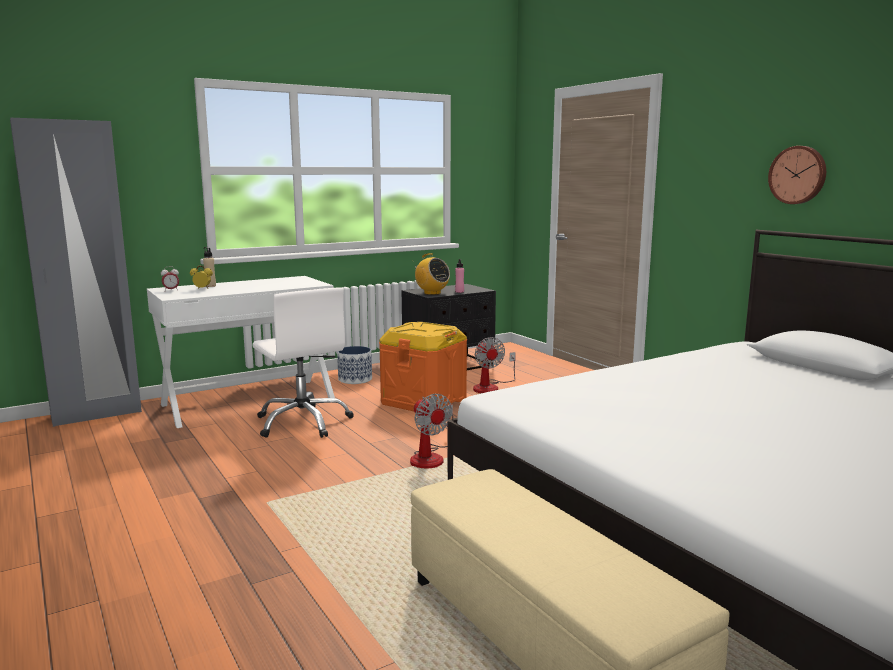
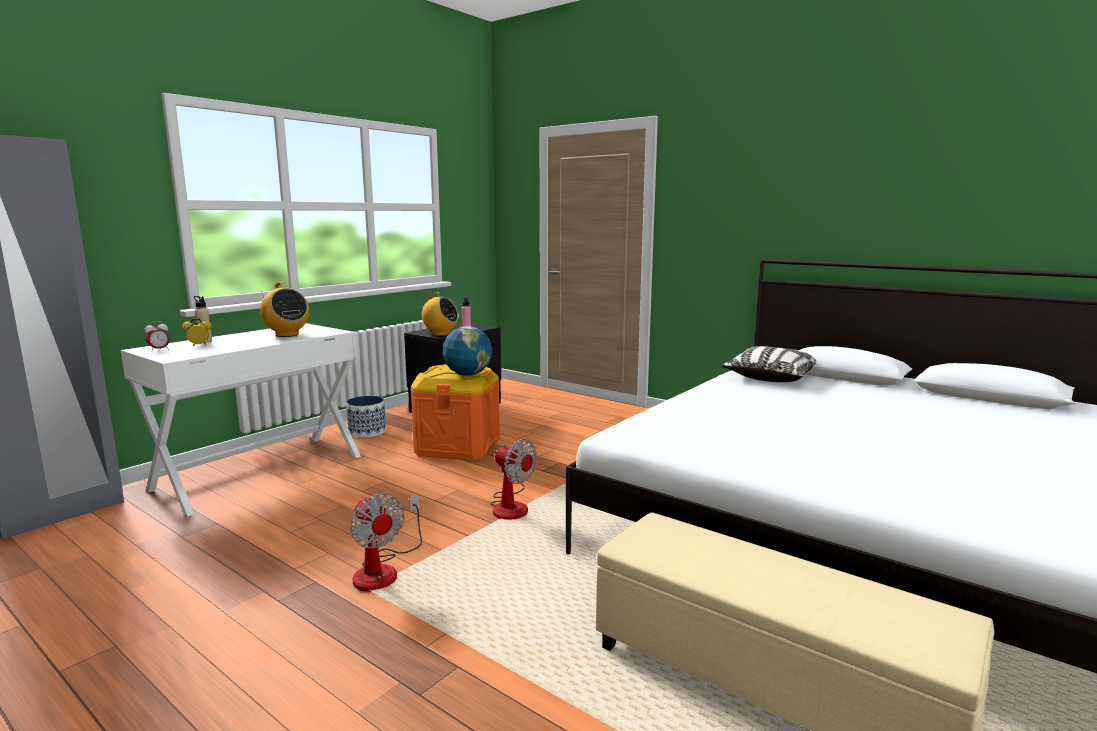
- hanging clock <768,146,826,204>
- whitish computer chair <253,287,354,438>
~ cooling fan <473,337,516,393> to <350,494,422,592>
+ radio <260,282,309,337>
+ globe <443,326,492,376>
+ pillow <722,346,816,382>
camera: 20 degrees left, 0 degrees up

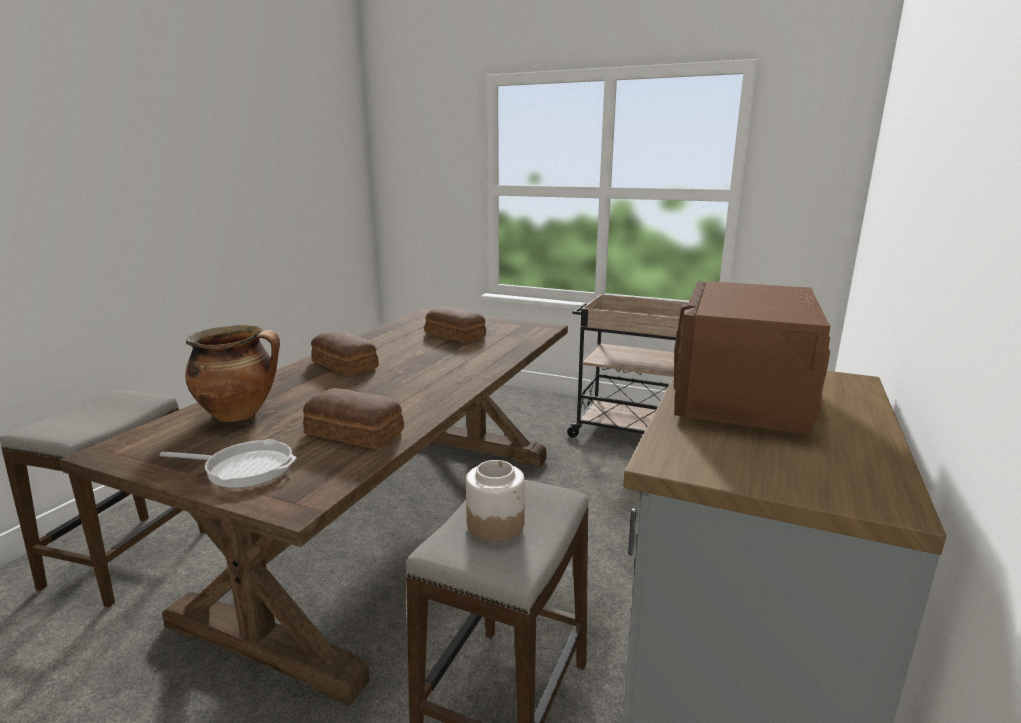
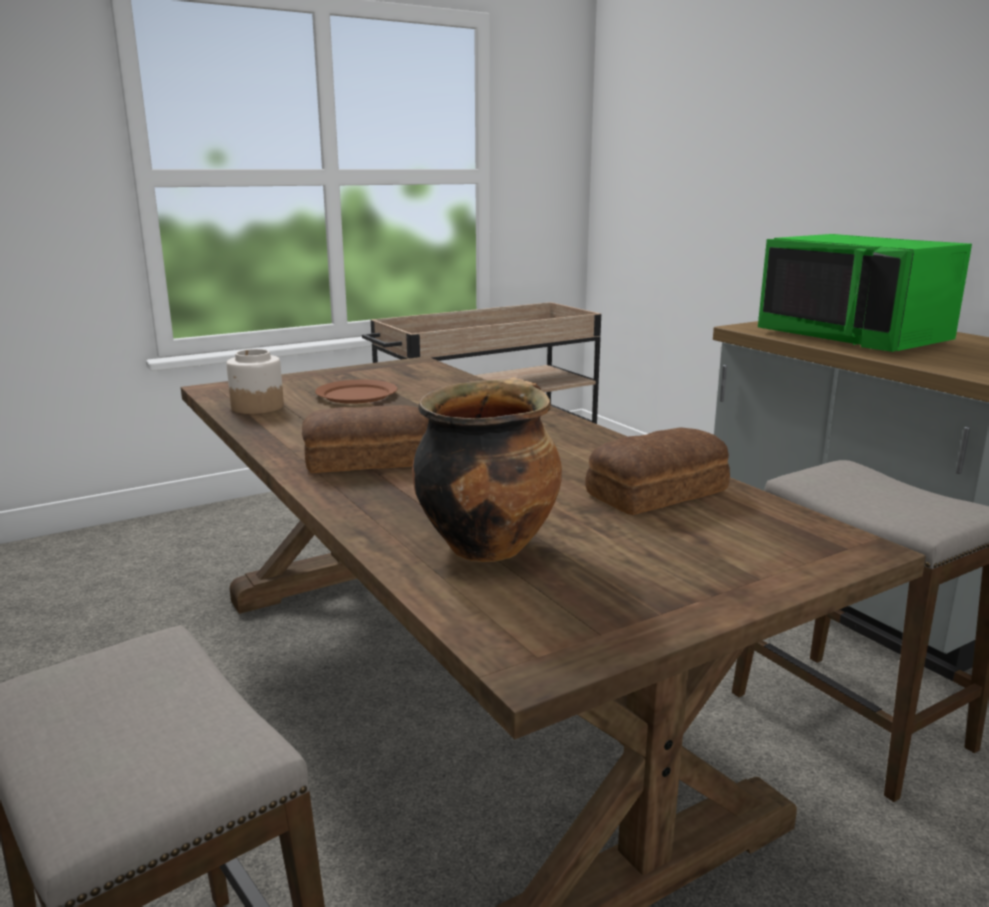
~ brownish microwave <674,281,830,435> to greenish microwave <758,234,972,352>
~ baked bread <425,307,486,343> to brownish dinner plate <315,380,398,404>
- skillet <160,439,297,488>
~ storage jar <466,460,525,541> to <227,349,284,414>
camera: 55 degrees left, 0 degrees up

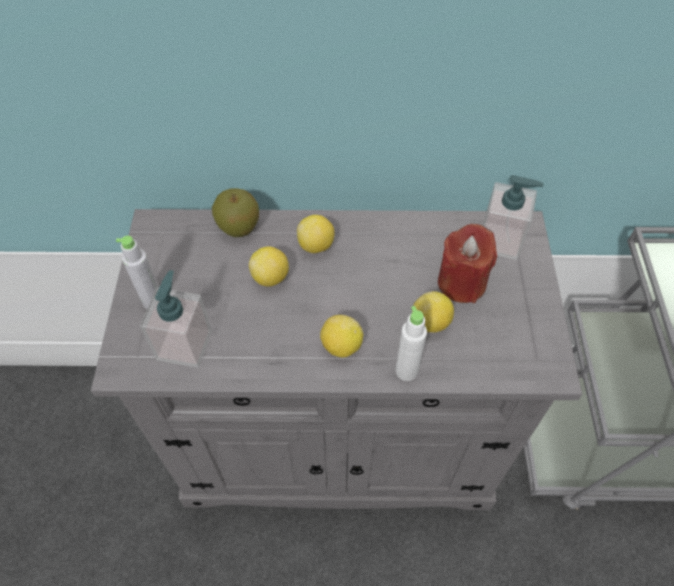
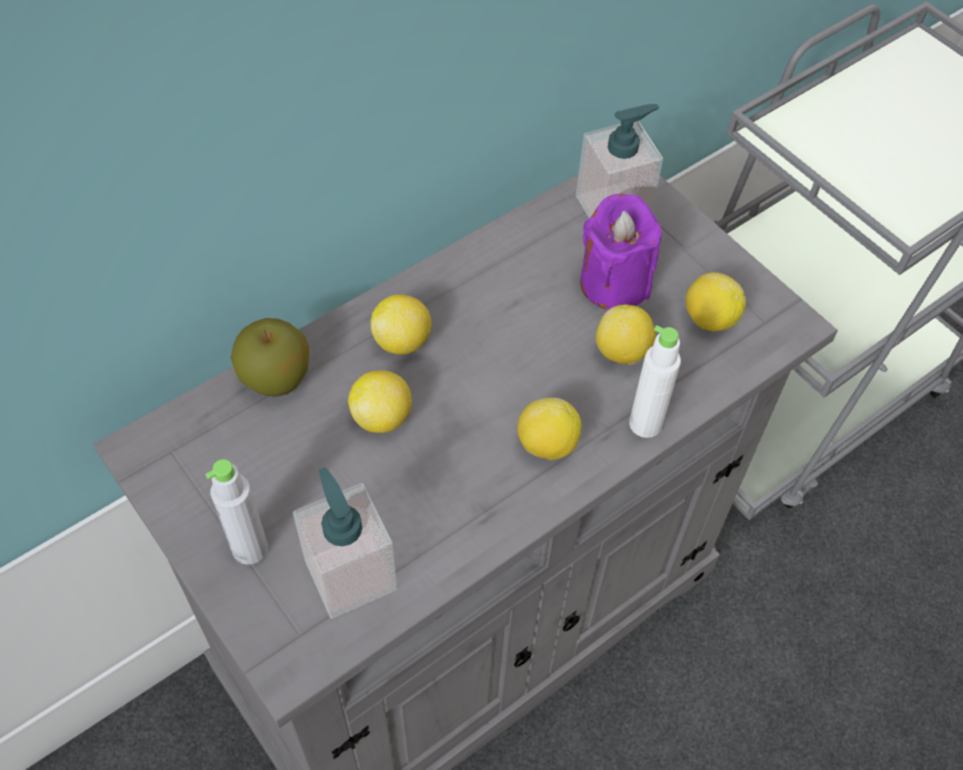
~ red candle <438,224,497,303> to purple candle <580,193,661,310>
+ citrus fruit <686,272,746,331>
camera: 40 degrees left, 0 degrees up

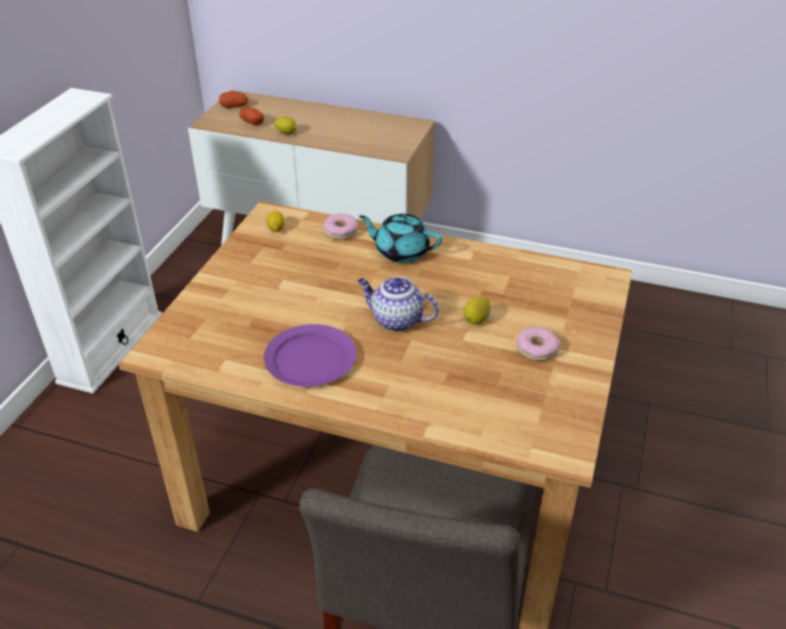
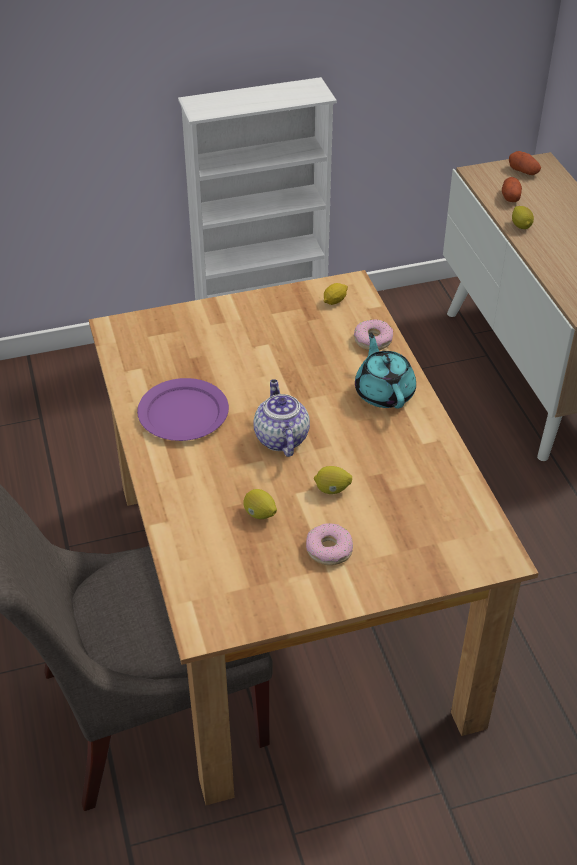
+ citrus fruit <243,489,277,519>
camera: 55 degrees right, 5 degrees up

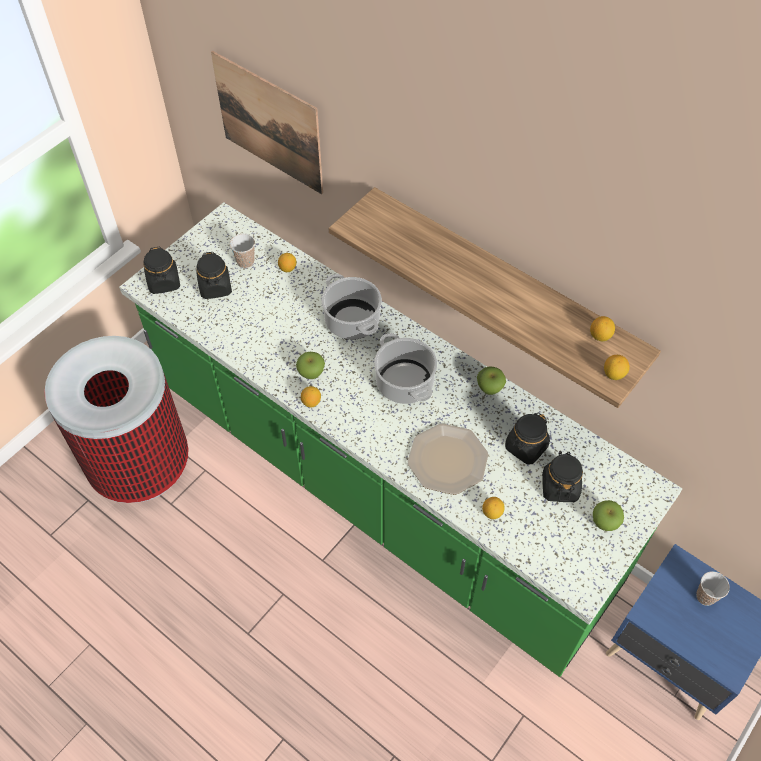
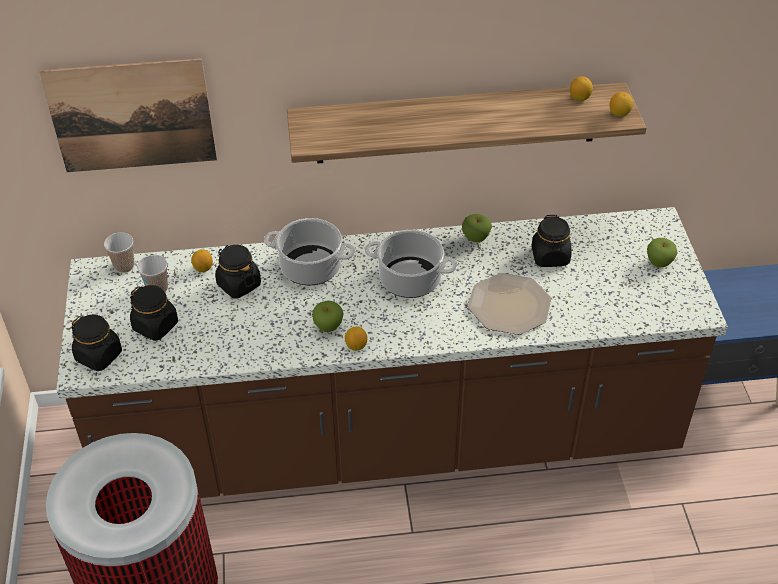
~ greenish counter <119,202,682,677> to brownish counter <56,207,728,498>
~ blackish storage jar <542,451,583,502> to <215,245,261,298>
- citrus fruit <482,497,505,519>
~ drinking cup <696,571,730,606> to <104,232,134,273>
camera: 45 degrees left, 10 degrees down

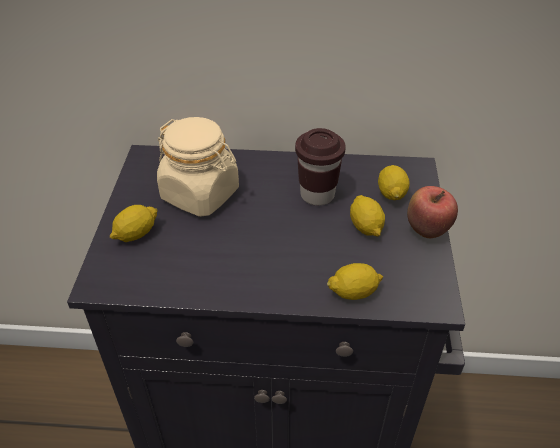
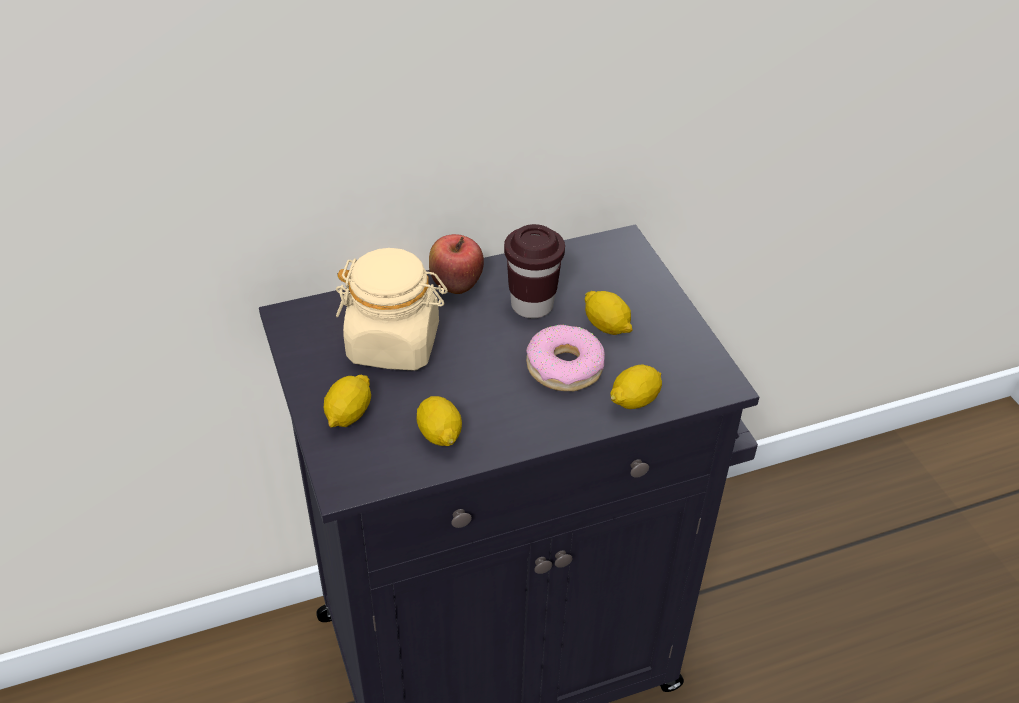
~ citrus fruit <378,165,410,200> to <416,396,462,446>
~ whole apple <407,186,458,238> to <429,234,484,294>
+ donut <526,325,605,391>
camera: 25 degrees left, 0 degrees up

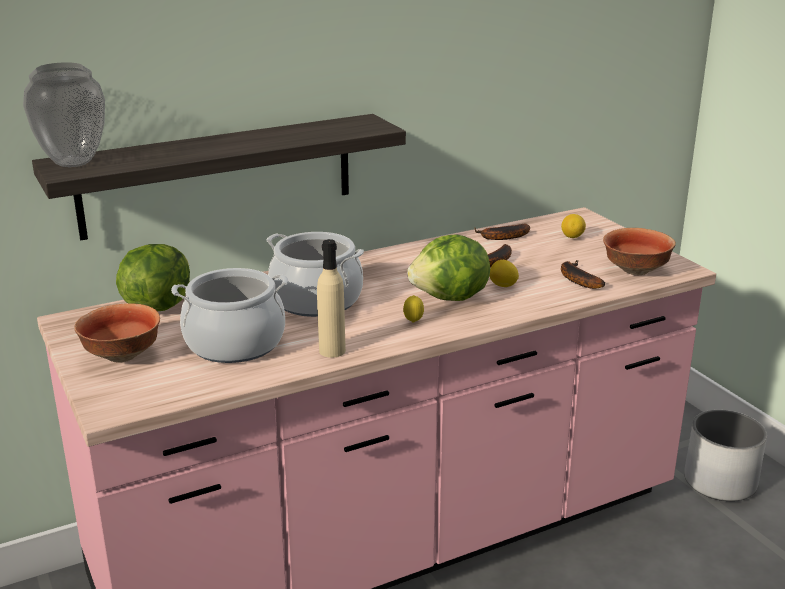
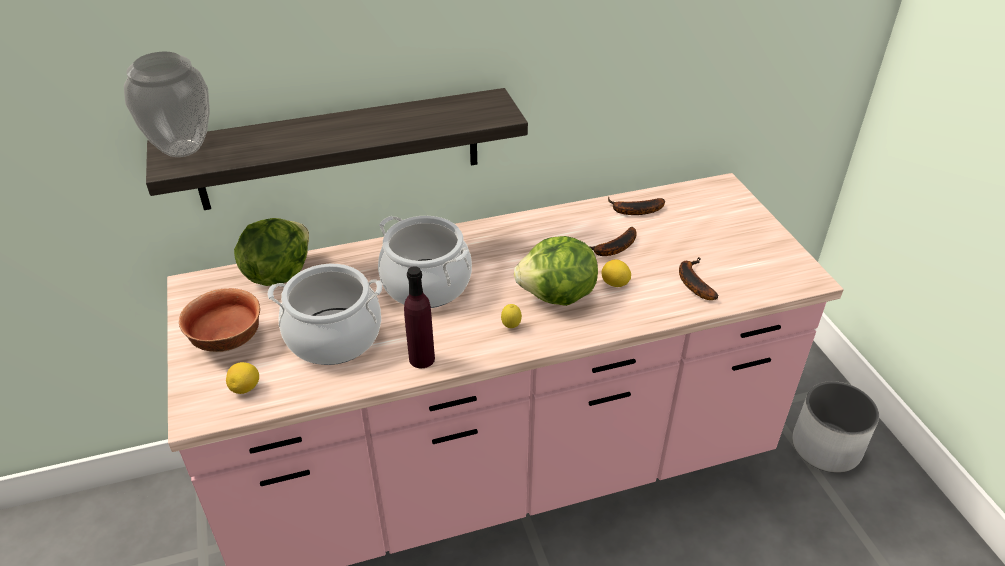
~ citrus fruit <561,214,586,238> to <226,362,259,394>
- bowl <603,228,676,275>
~ sand-coloured drink bottle <317,239,346,358> to purple drink bottle <404,266,435,368>
camera: 10 degrees right, 15 degrees up

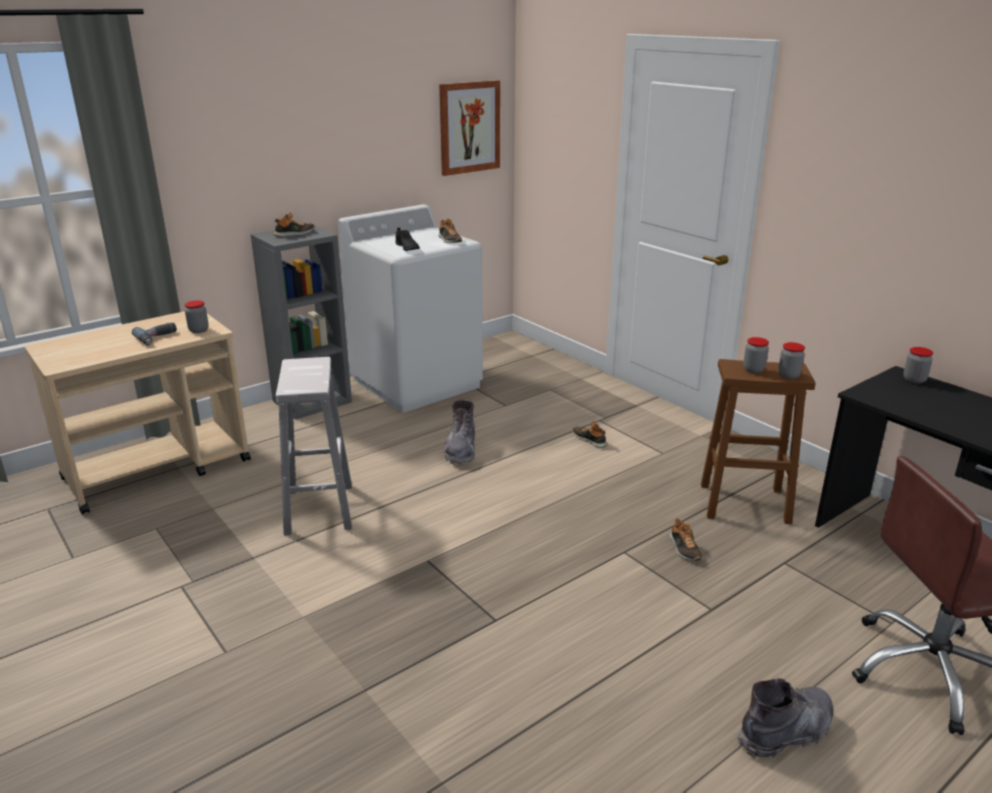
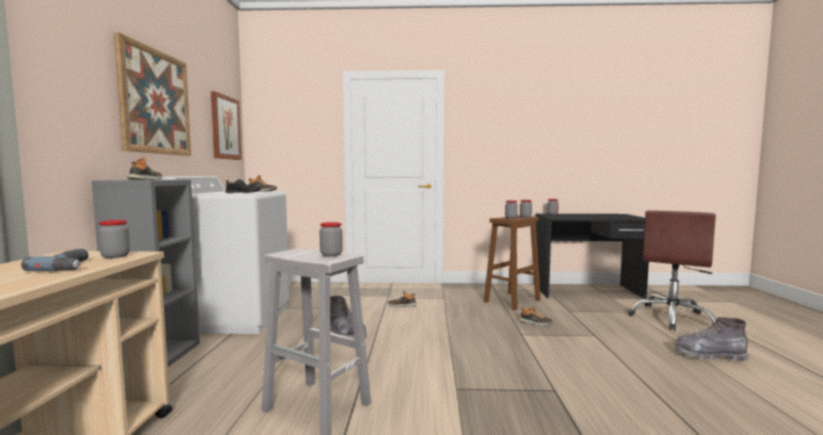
~ greyish tall boot <737,678,834,759> = <674,317,749,362> 90 degrees counterclockwise
+ wall picture <114,32,191,156>
+ storage jar <320,222,343,256>
camera: 50 degrees left, 20 degrees down

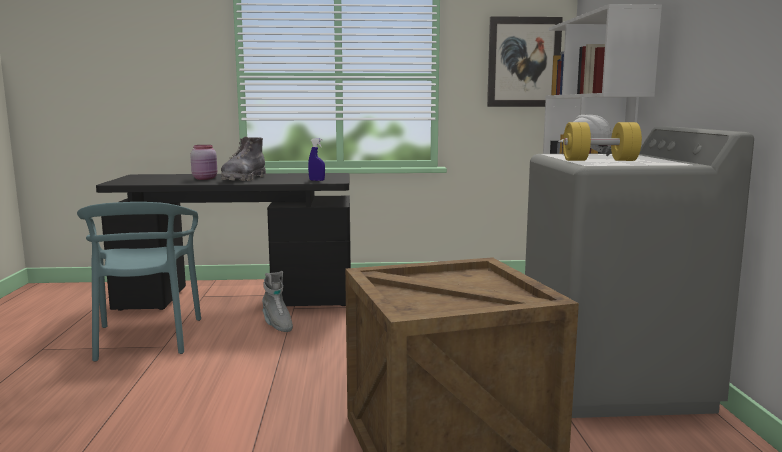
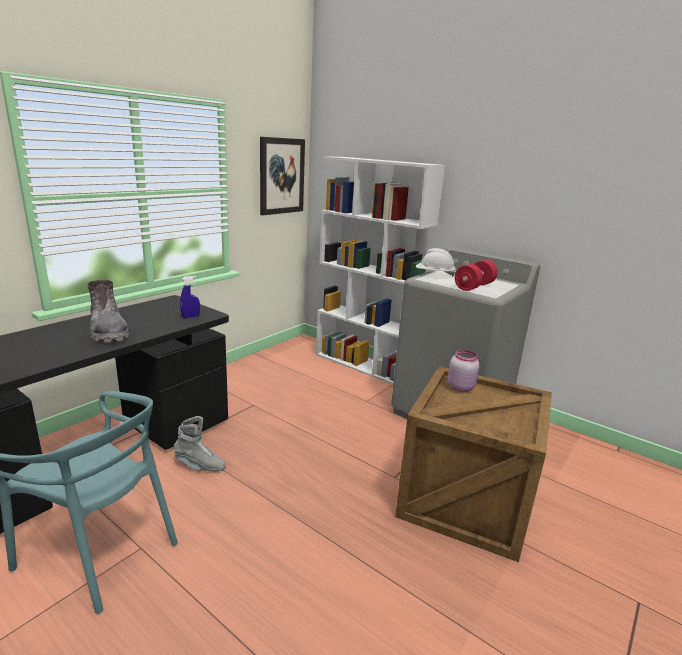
~ yellowish dumbbell <563,122,642,161> to red dumbbell <455,260,498,291>
~ pinkish storage jar <190,145,217,180> to <448,350,479,392>
camera: 50 degrees left, 10 degrees up

